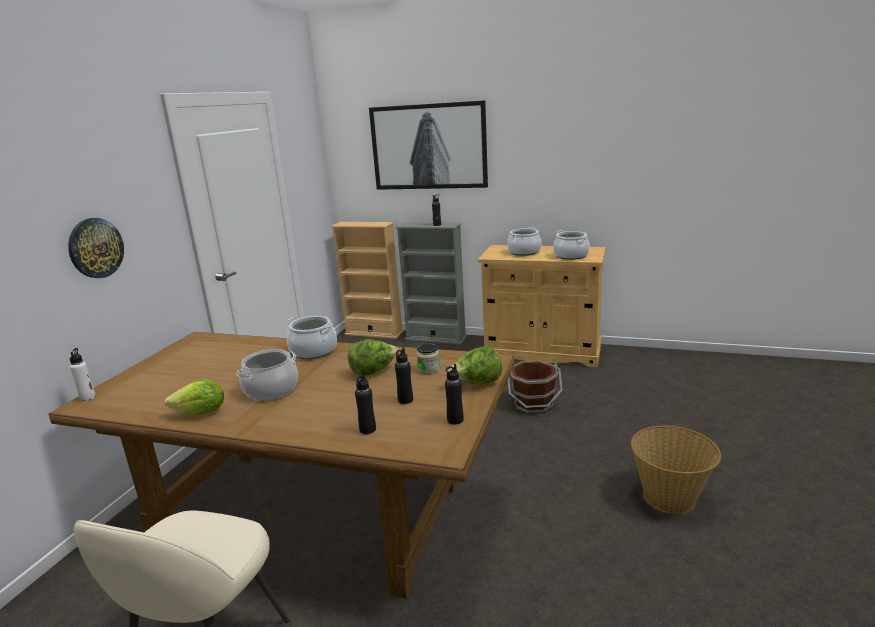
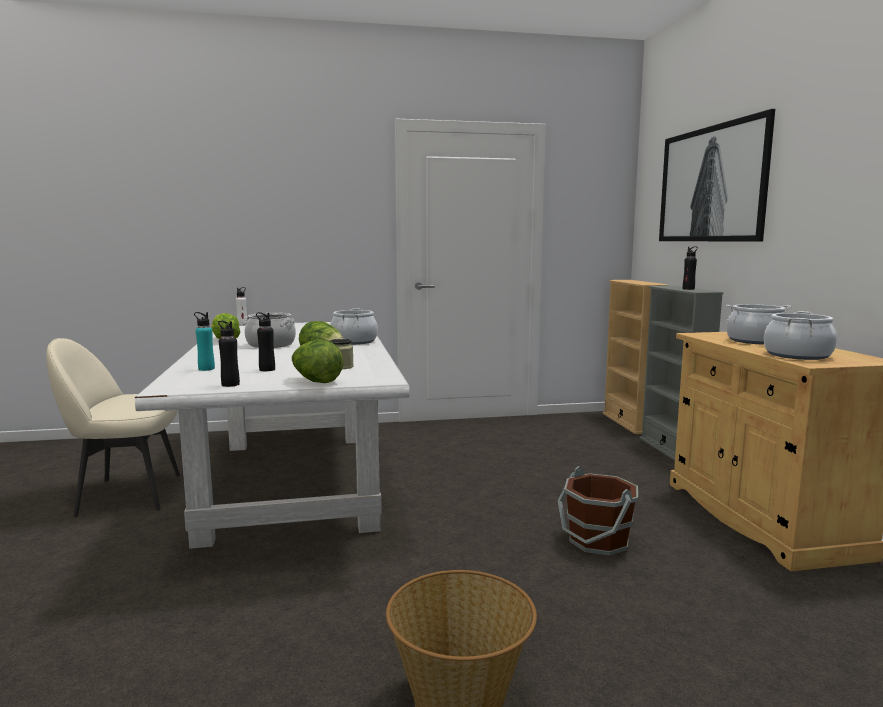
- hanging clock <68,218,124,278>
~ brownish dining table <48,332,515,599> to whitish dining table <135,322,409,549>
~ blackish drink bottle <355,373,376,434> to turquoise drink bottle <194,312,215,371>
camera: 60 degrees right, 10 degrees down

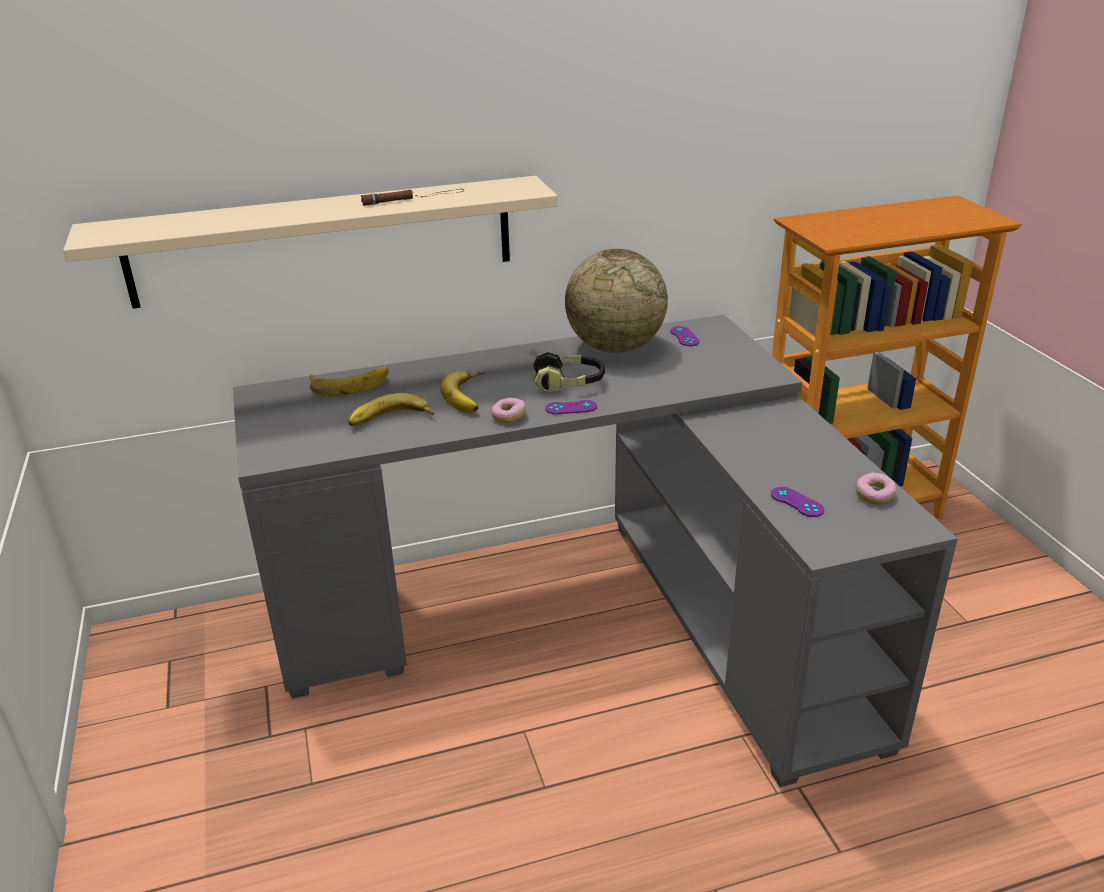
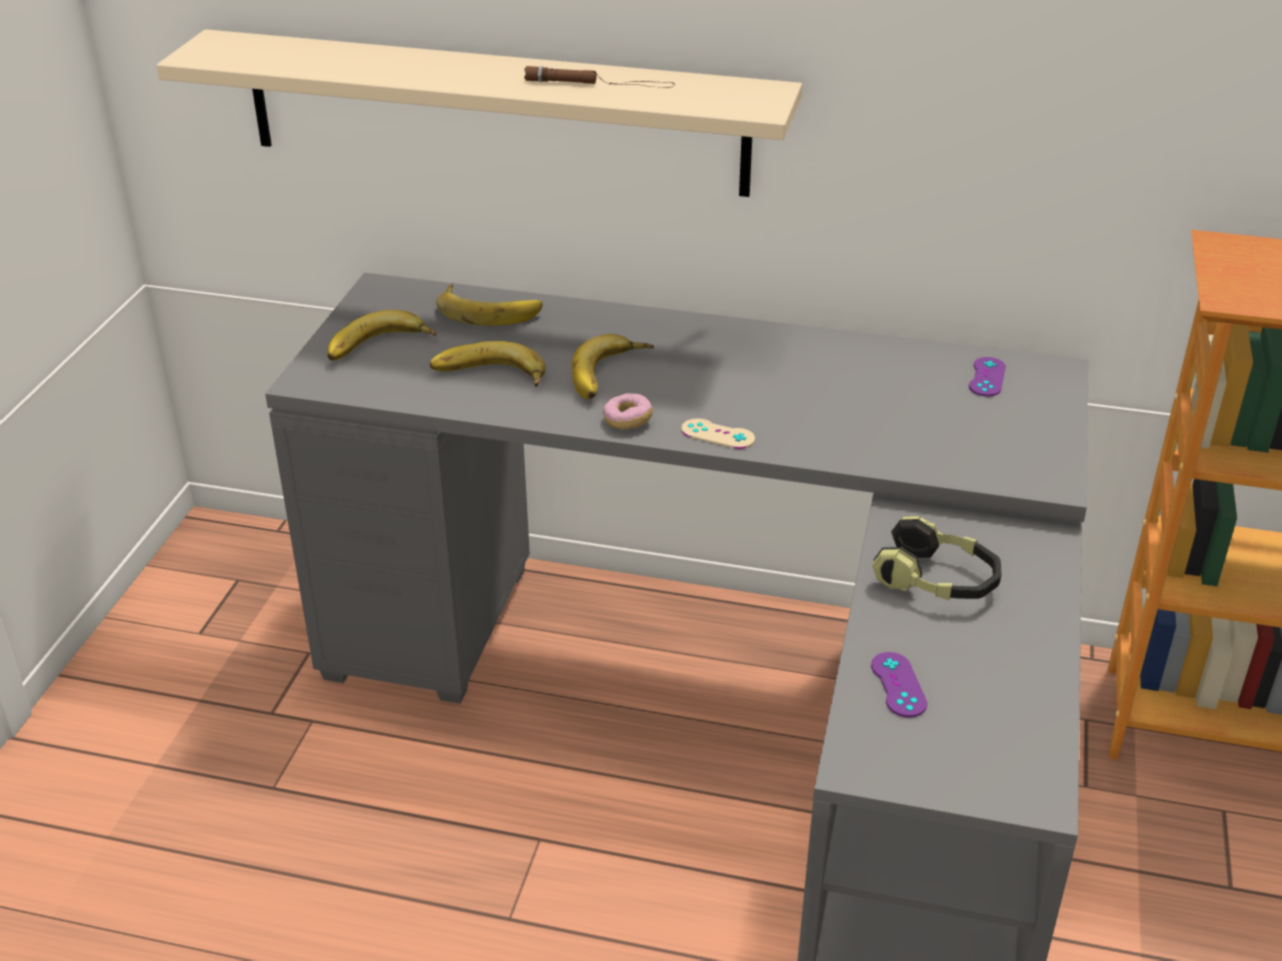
- globe <565,249,668,353>
~ pair of headphones <533,351,605,393> to <872,516,1002,600>
~ purple joypad <545,400,597,414> to sand-coloured joypad <682,418,755,449>
- donut <856,472,897,505>
+ banana fruit <327,310,436,361>
camera: 30 degrees right, 5 degrees up

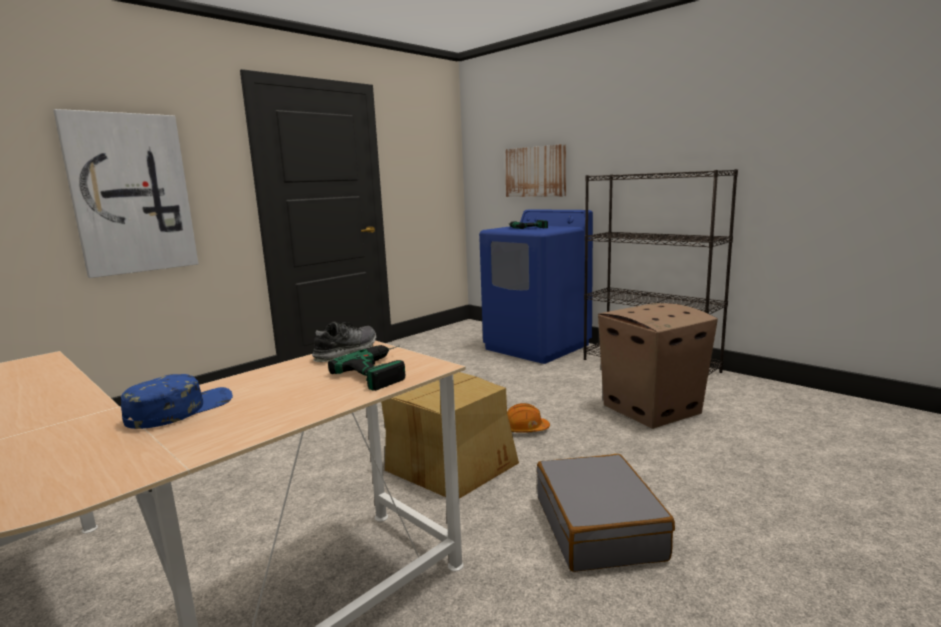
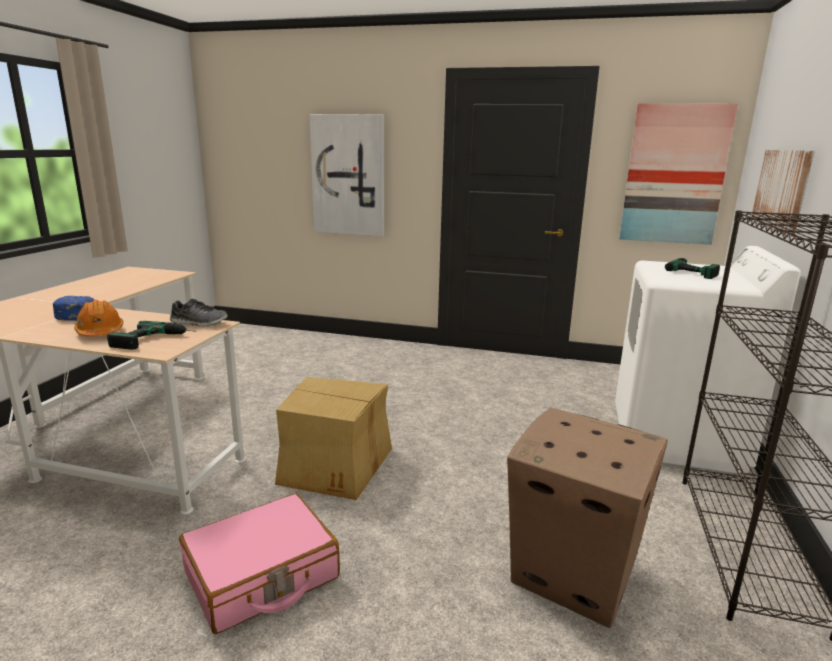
~ bluish laundry appliance <479,209,593,364> to whitish laundry appliance <615,246,801,473>
~ orangey hard hat <507,403,550,433> to <74,300,123,336>
~ greyish travel case <537,454,675,572> to pinkish travel case <179,494,340,634>
+ wall picture <619,103,738,245>
camera: 60 degrees right, 5 degrees up

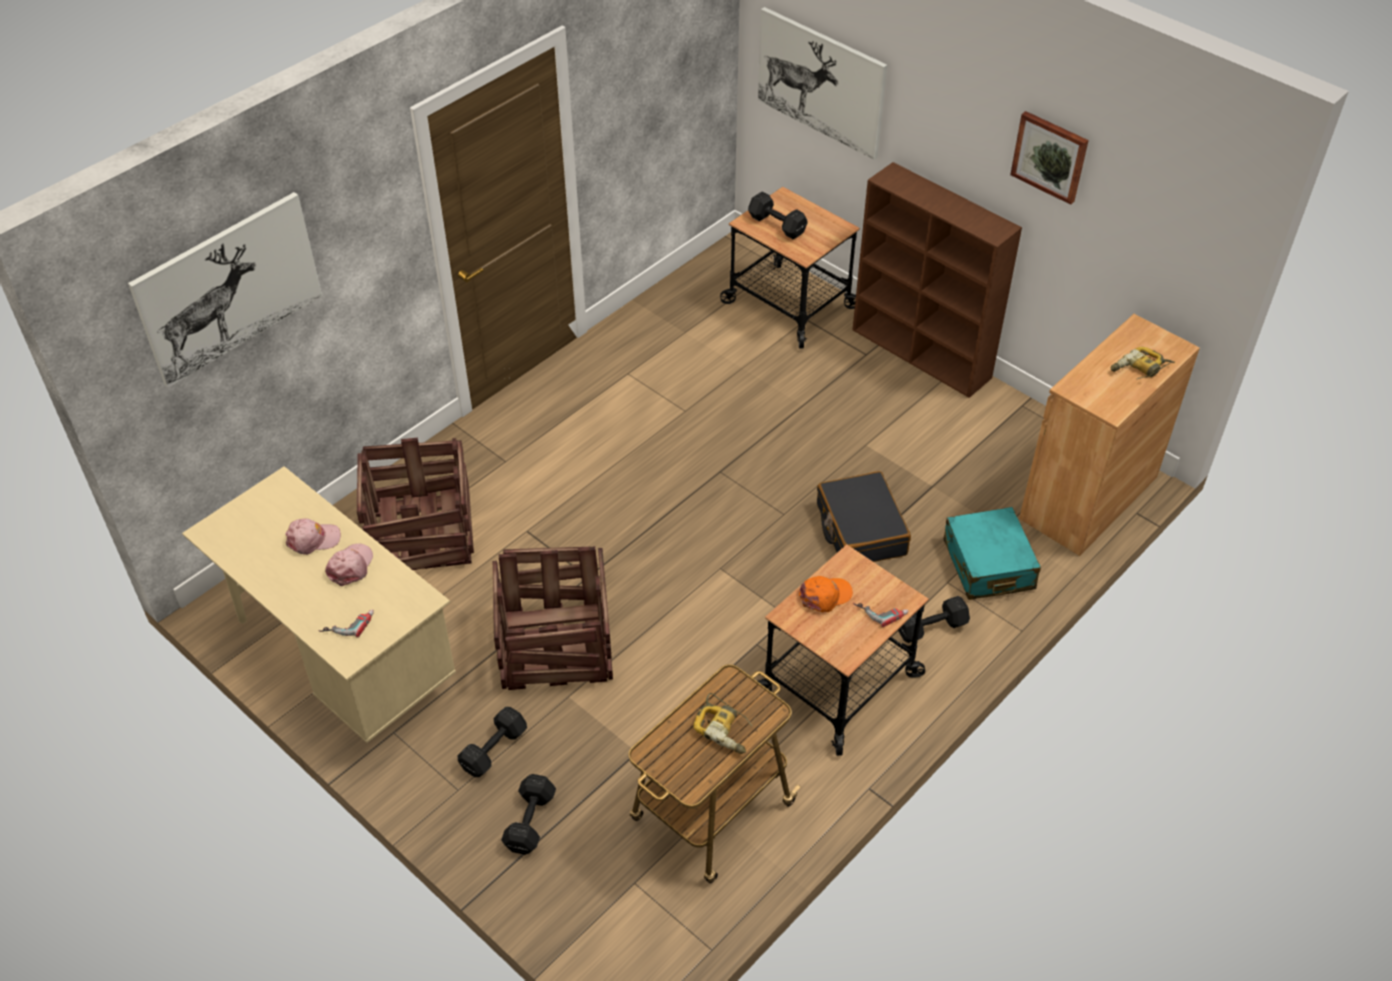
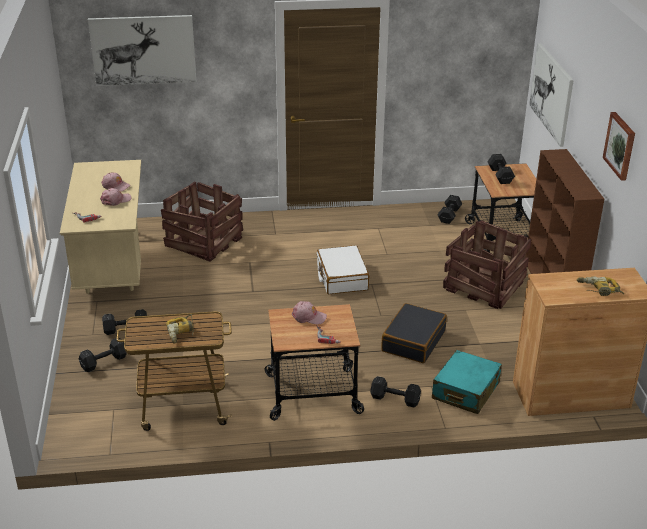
~ packing crate <493,546,613,690> to <443,220,531,309>
~ orangey baseball cap <799,576,853,613> to pinkish baseball cap <292,301,327,324>
+ blackish dumbbell <438,195,462,224>
+ whitish travel case <317,245,369,294>
camera: 40 degrees right, 15 degrees down

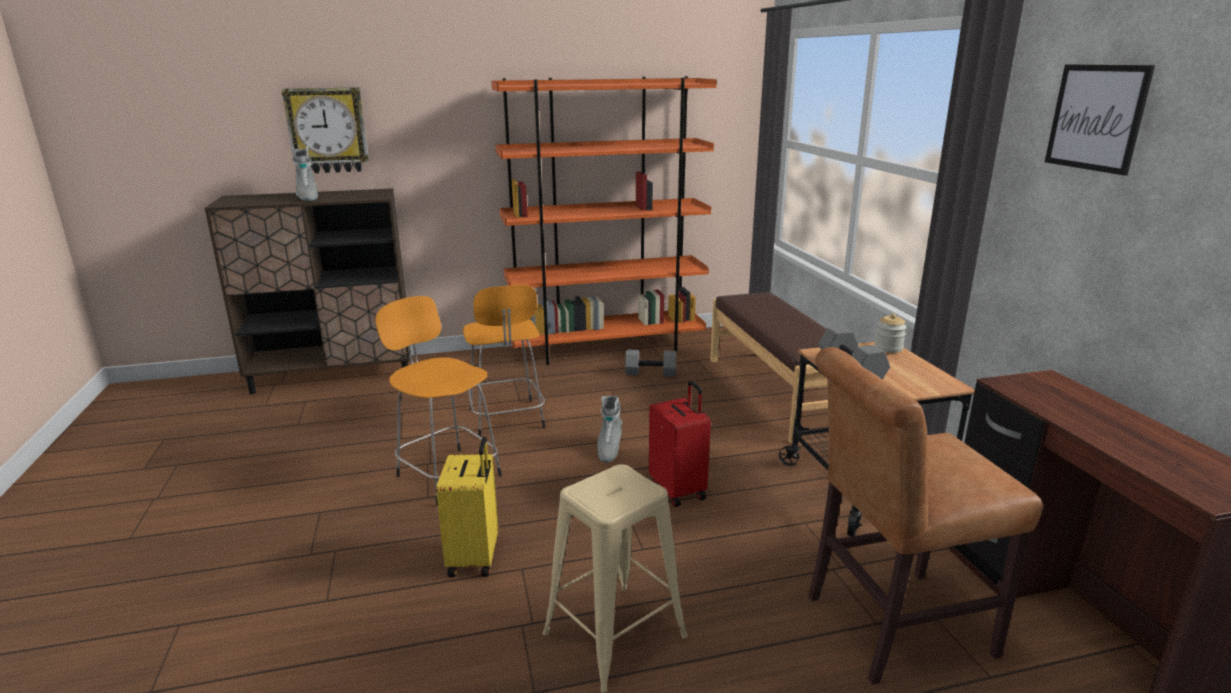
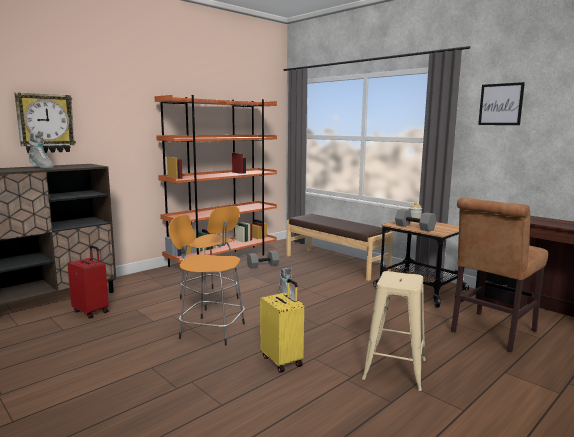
~ red travel case <649,381,711,507> to <67,246,109,319>
camera: 30 degrees left, 10 degrees down

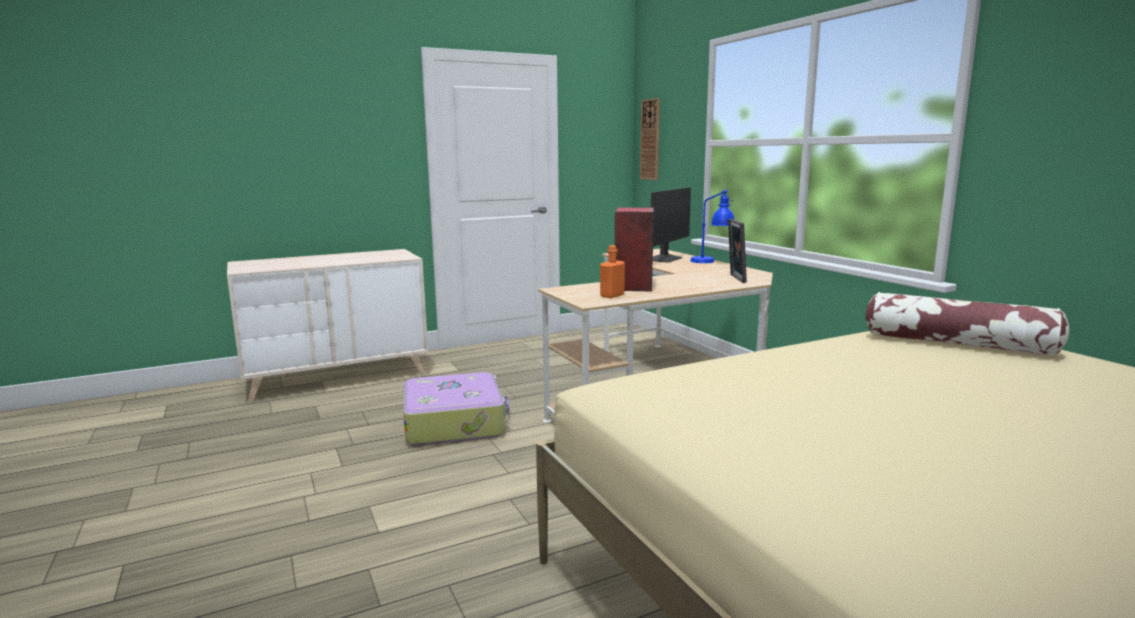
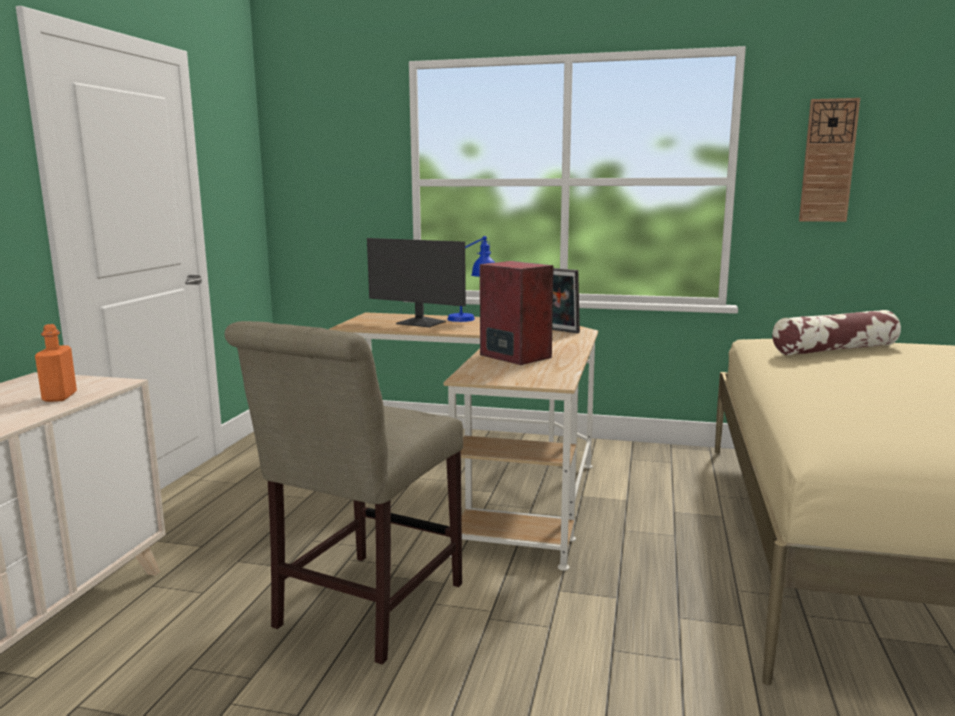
~ hanging clock <640,98,660,180> to <799,98,860,222>
~ monitor <651,187,691,263> = <367,238,466,327> 135 degrees clockwise
~ orangey drink bottle <600,245,625,298> to <35,324,77,402>
~ travel case <403,372,509,446> to sand-coloured plain chair <225,321,463,664>
camera: 50 degrees left, 0 degrees up

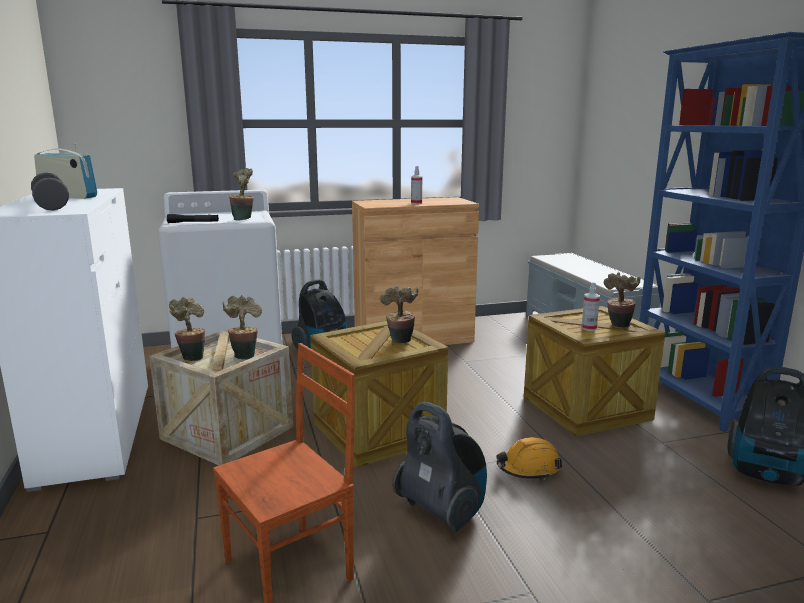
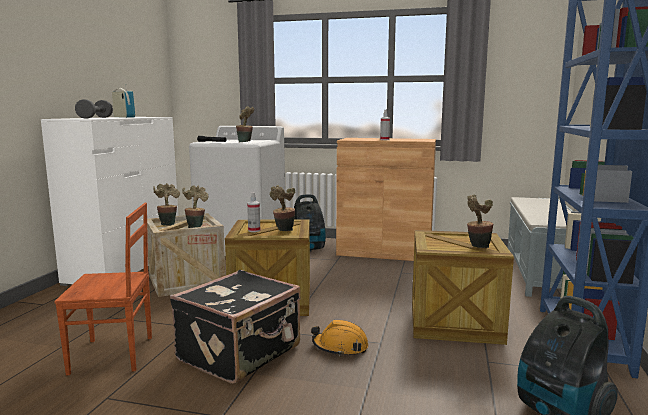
~ spray bottle <582,282,600,331> to <247,192,260,232>
~ vacuum <393,402,487,532> to blackish travel case <170,270,301,384>
camera: 30 degrees right, 5 degrees down

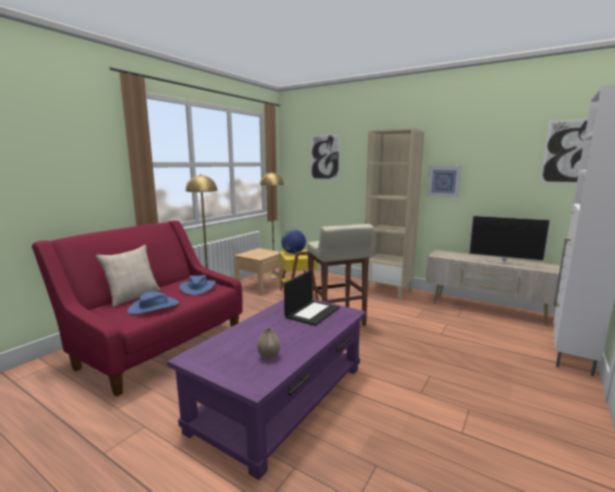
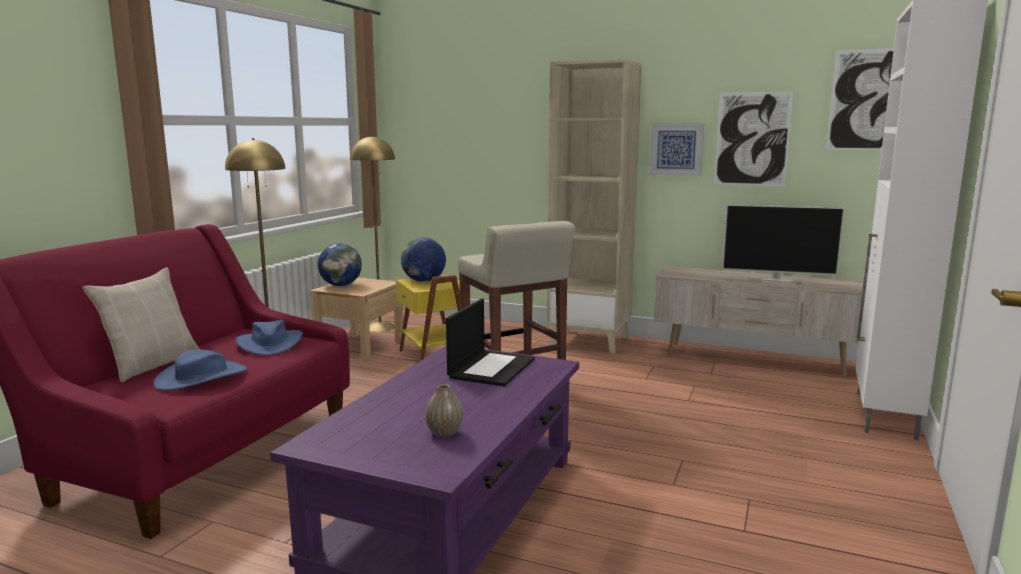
~ wall picture <311,134,340,180> to <714,91,793,186>
+ globe <318,243,362,286>
camera: 10 degrees left, 0 degrees up

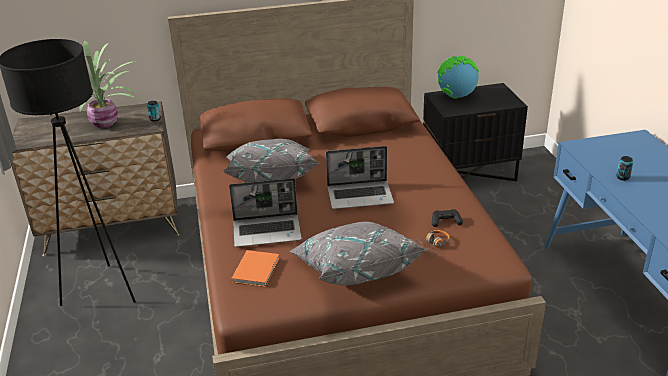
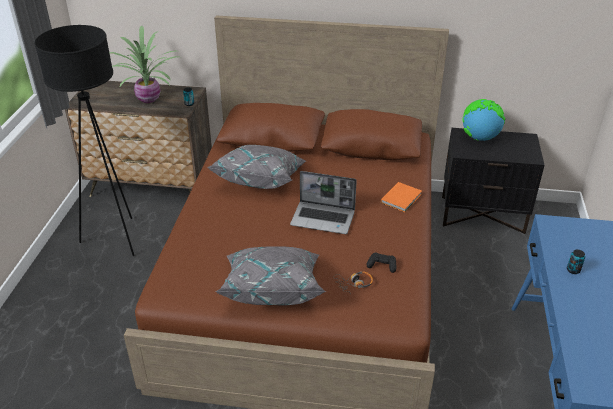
- portable computer <229,178,302,247>
~ orangey volume <231,250,279,287> to <381,182,422,212>
camera: 20 degrees right, 5 degrees up

